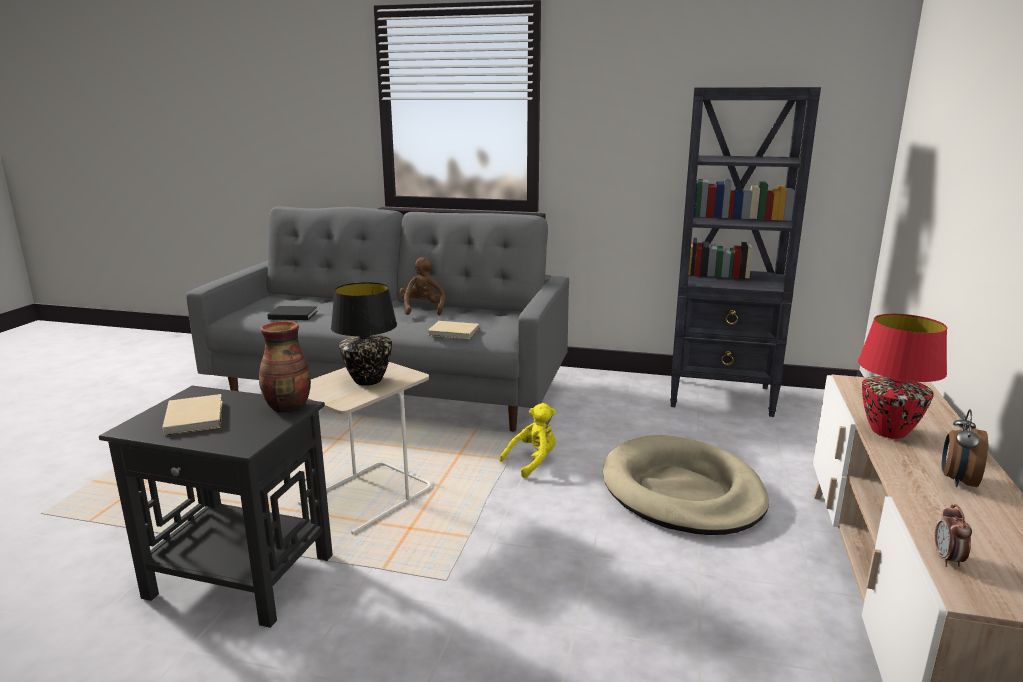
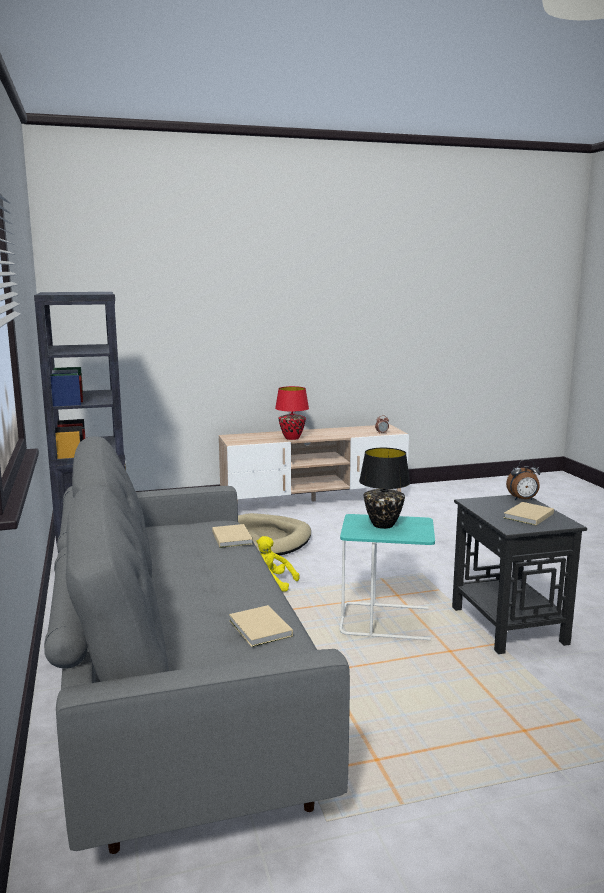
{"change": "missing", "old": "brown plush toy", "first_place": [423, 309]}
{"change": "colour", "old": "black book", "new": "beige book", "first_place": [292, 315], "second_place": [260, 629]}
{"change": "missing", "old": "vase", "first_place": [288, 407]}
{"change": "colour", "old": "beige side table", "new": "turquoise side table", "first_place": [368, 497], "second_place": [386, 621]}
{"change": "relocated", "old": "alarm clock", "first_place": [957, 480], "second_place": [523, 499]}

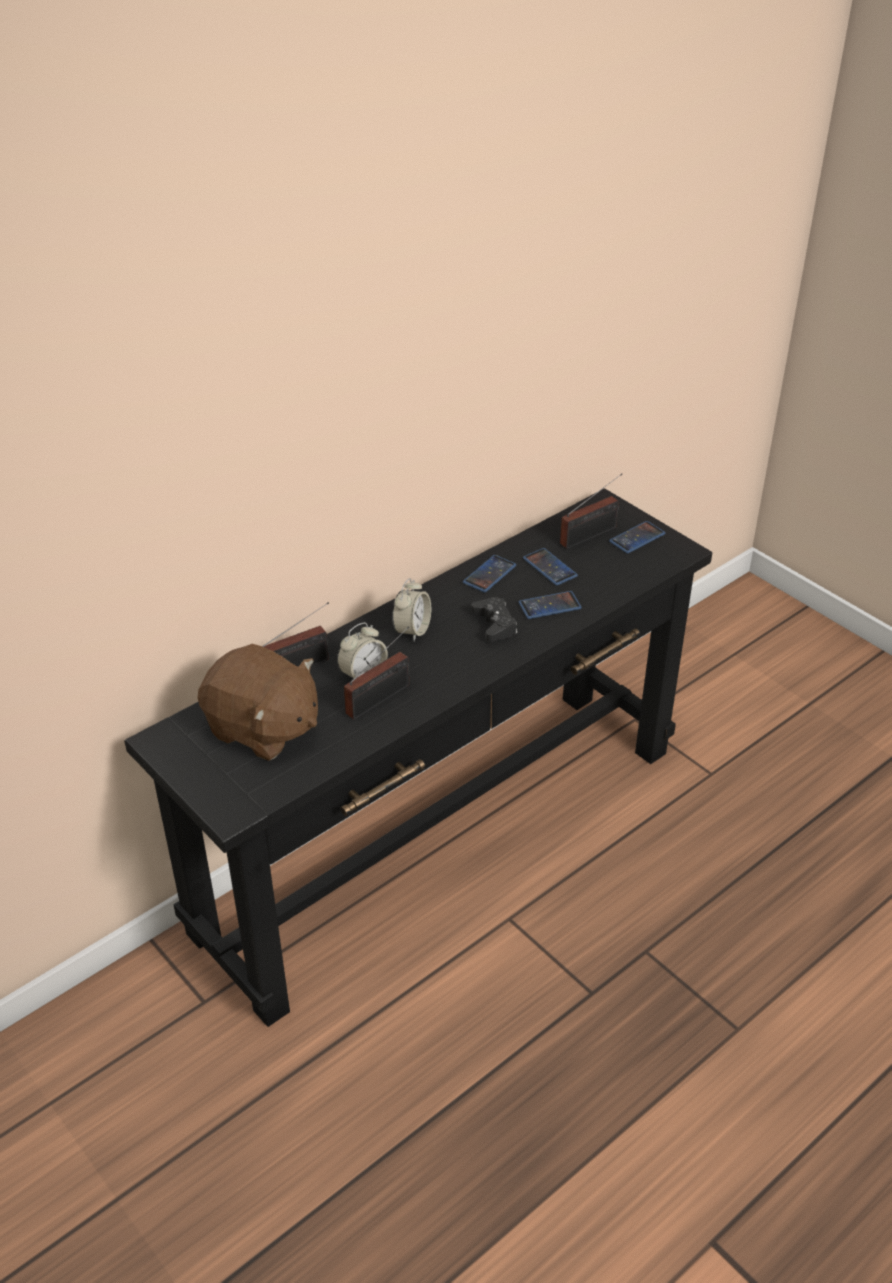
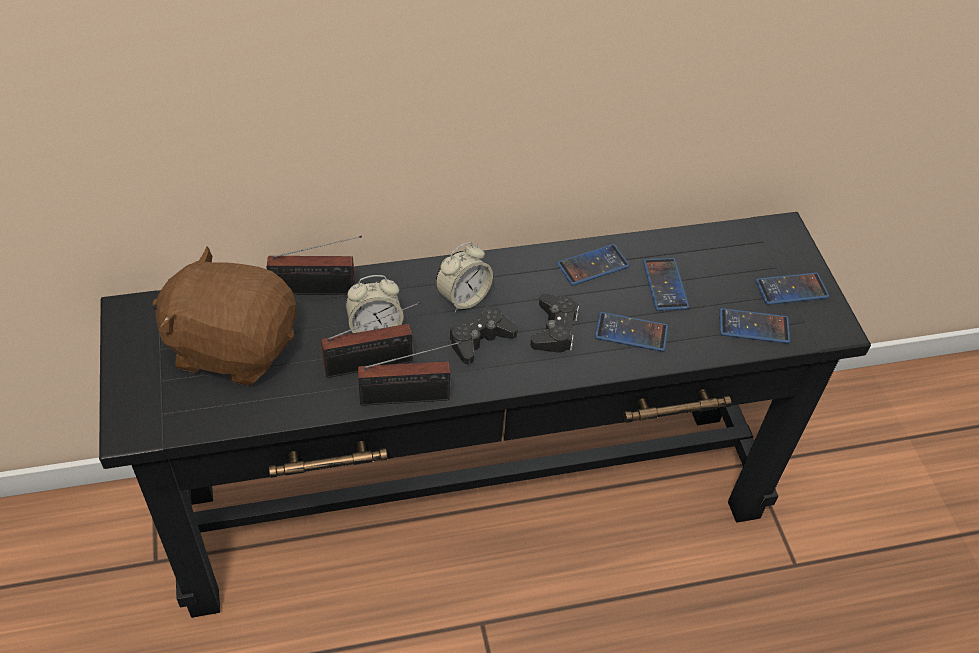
{"change": "relocated", "old": "radio", "first_place": [591, 534], "second_place": [410, 397]}
{"change": "spun", "old": "brown plush toy", "first_place": [263, 729], "second_place": [232, 346], "degrees": 135}
{"change": "appeared", "new": "black game controller", "second_place": [480, 339]}
{"change": "appeared", "new": "phone", "second_place": [754, 326]}

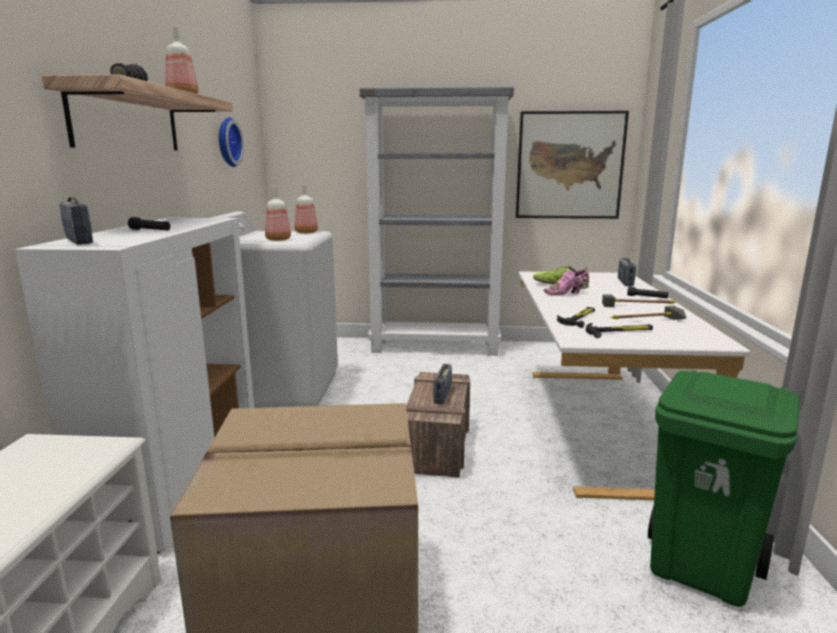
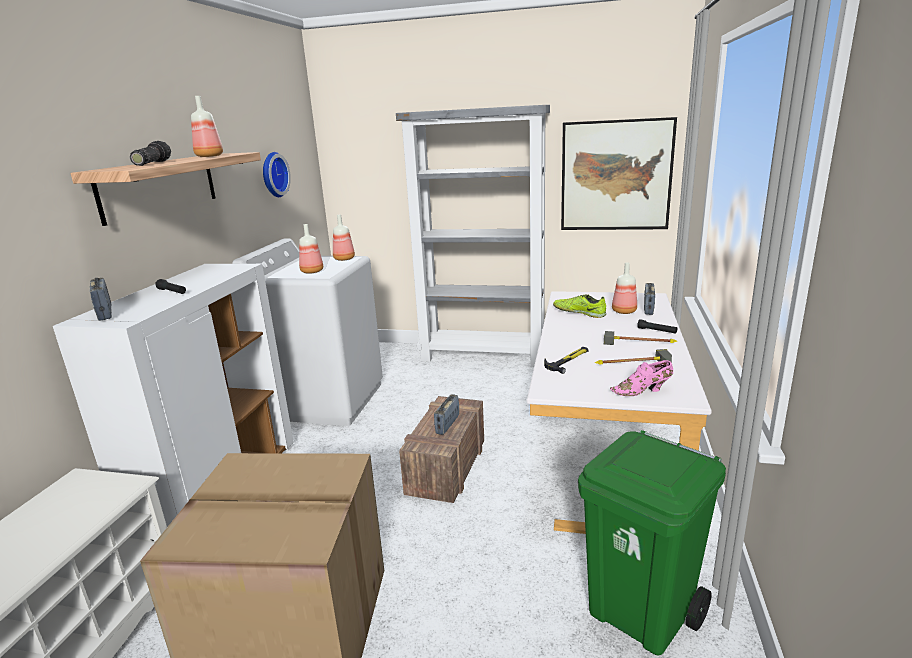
{"change": "relocated", "old": "pink shoe", "first_place": [567, 294], "second_place": [643, 391]}
{"change": "missing", "old": "hammer", "first_place": [619, 331]}
{"change": "appeared", "new": "bottle", "second_place": [623, 311]}

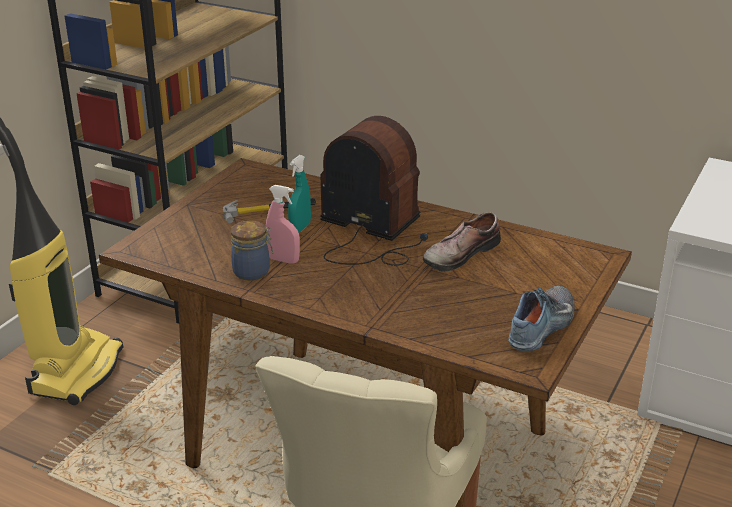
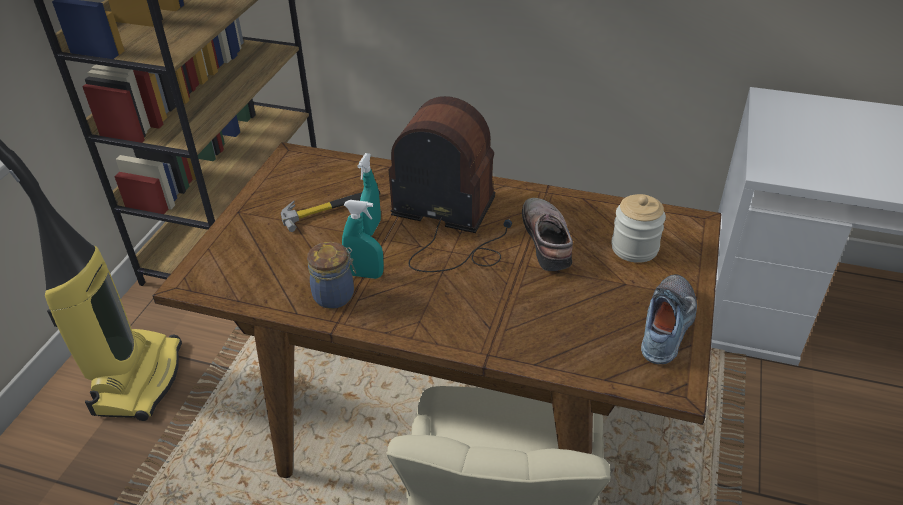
{"change": "colour", "old": "pink spray bottle", "new": "turquoise spray bottle", "first_place": [283, 260], "second_place": [365, 274]}
{"change": "spun", "old": "shoe", "first_place": [459, 253], "second_place": [549, 240], "degrees": 135}
{"change": "appeared", "new": "jar", "second_place": [634, 248]}

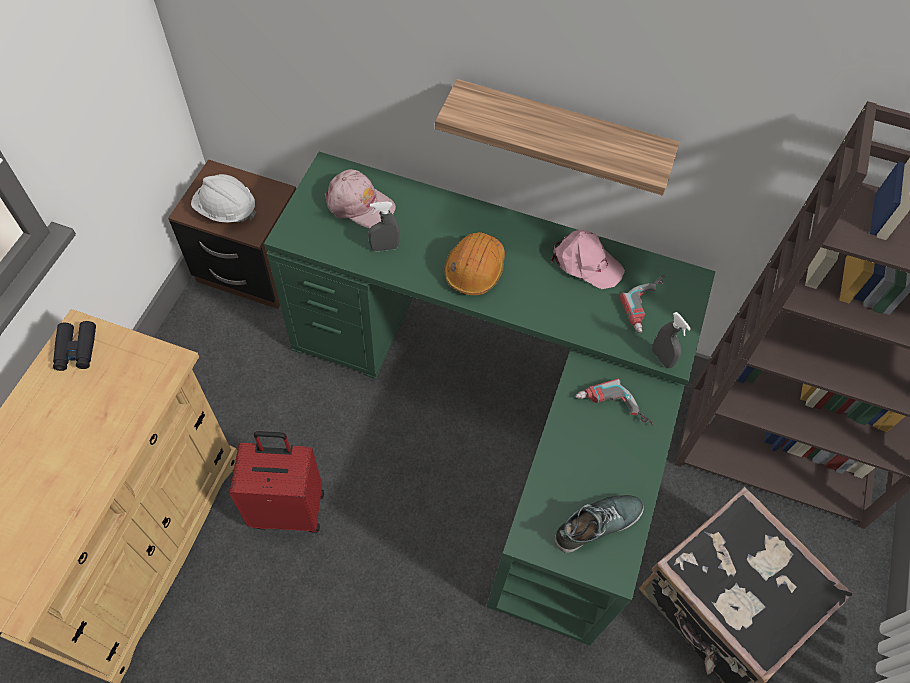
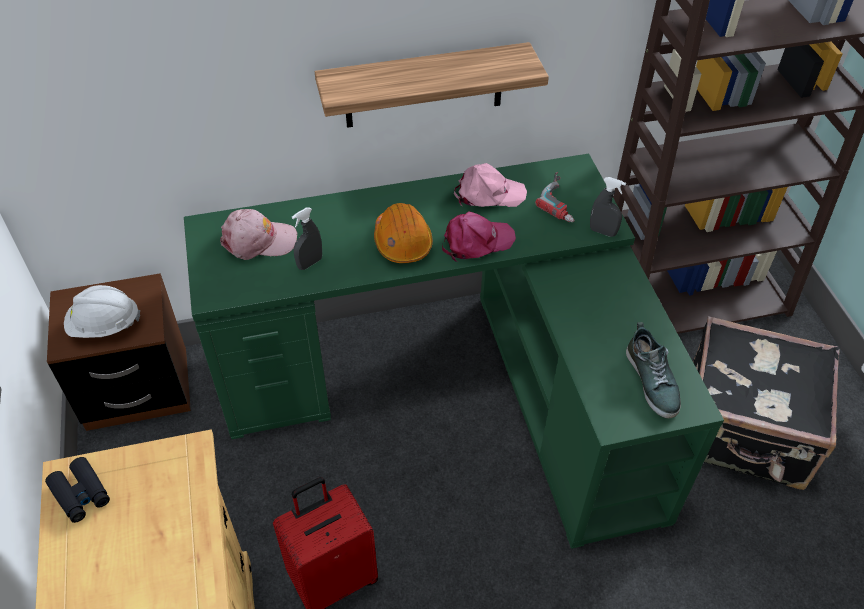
{"change": "missing", "old": "power drill", "first_place": [612, 411]}
{"change": "spun", "old": "shoe", "first_place": [597, 523], "second_place": [652, 380], "degrees": 135}
{"change": "appeared", "new": "pink cap", "second_place": [476, 242]}

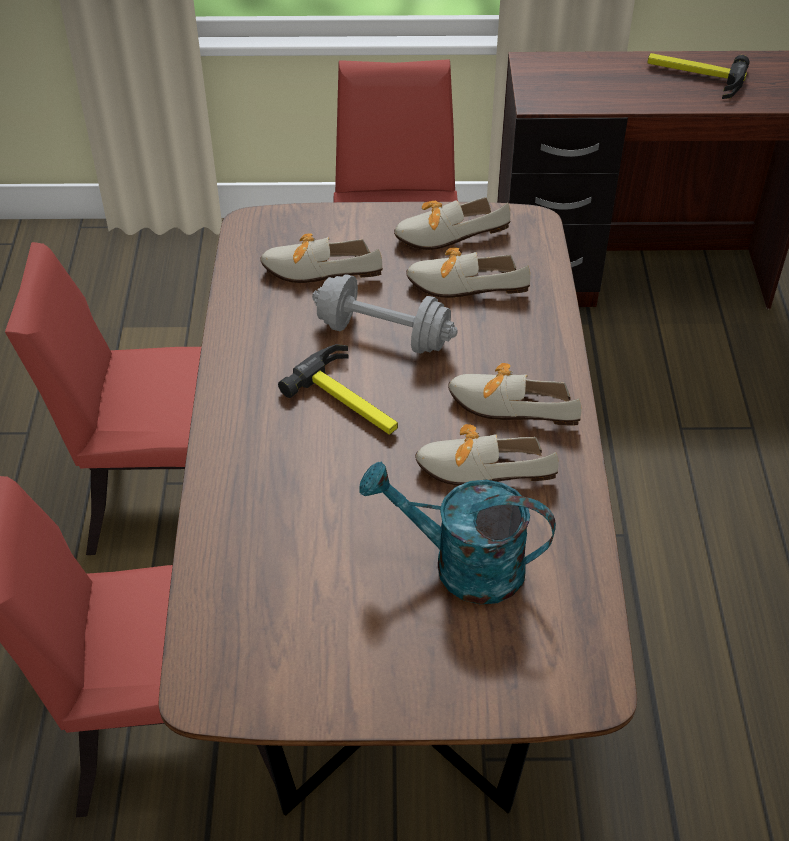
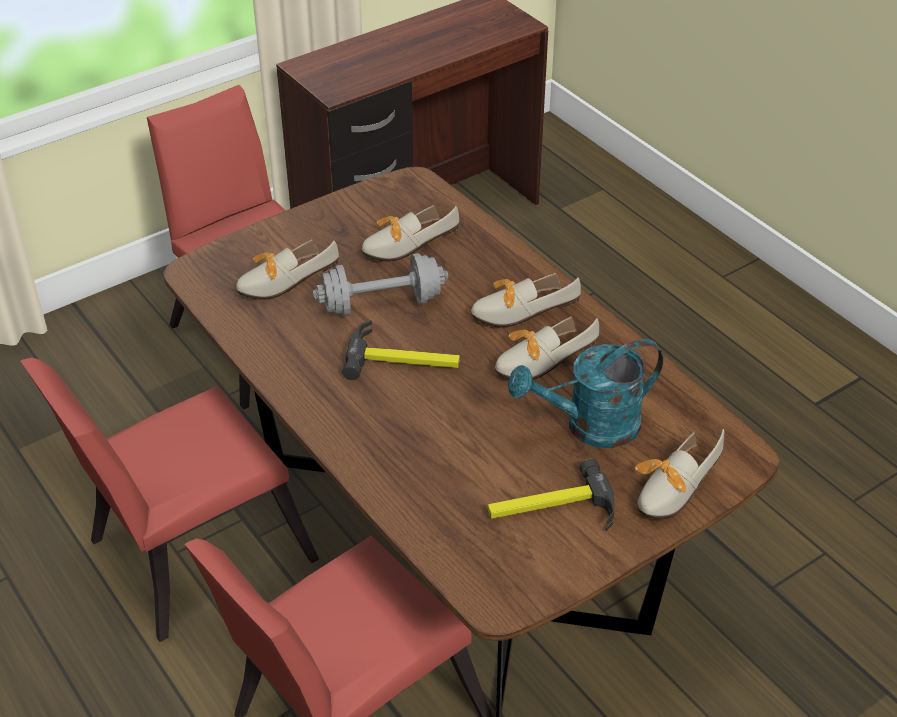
{"change": "relocated", "old": "hammer", "first_place": [694, 76], "second_place": [551, 510]}
{"change": "relocated", "old": "shoe", "first_place": [443, 234], "second_place": [672, 489]}

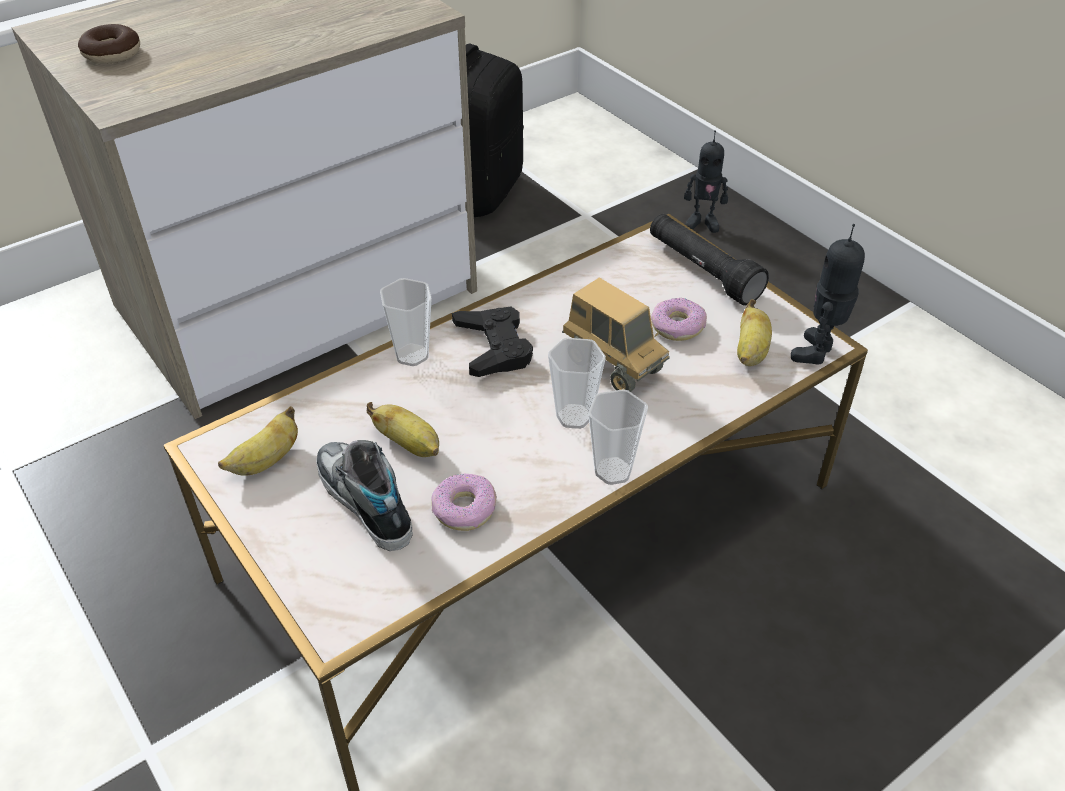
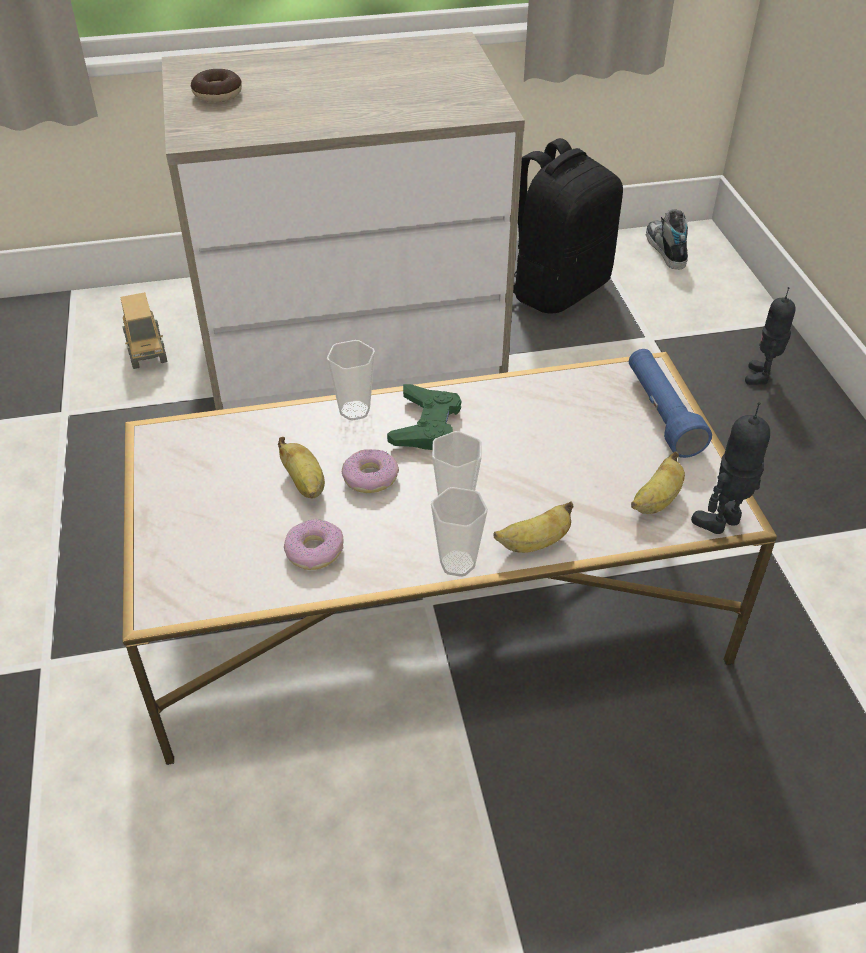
{"change": "spun", "old": "toy robot", "first_place": [702, 223], "second_place": [761, 376], "degrees": 75}
{"change": "colour", "old": "black flashlight", "new": "blue flashlight", "first_place": [702, 271], "second_place": [661, 413]}
{"change": "relocated", "old": "toy truck", "first_place": [613, 365], "second_place": [147, 352]}
{"change": "relocated", "old": "donut", "first_place": [677, 326], "second_place": [370, 477]}
{"change": "colour", "old": "black game controller", "new": "green game controller", "first_place": [493, 347], "second_place": [426, 425]}
{"change": "relocated", "old": "banana", "first_place": [266, 461], "second_place": [534, 544]}
{"change": "relocated", "old": "shoe", "first_place": [364, 501], "second_place": [665, 249]}

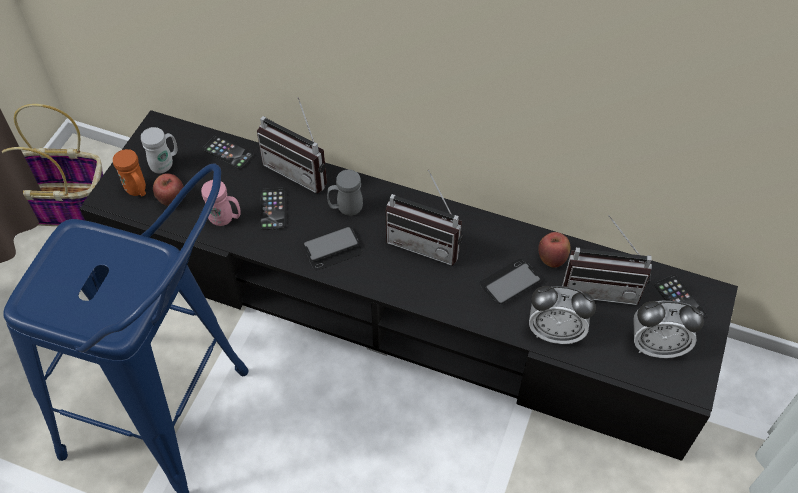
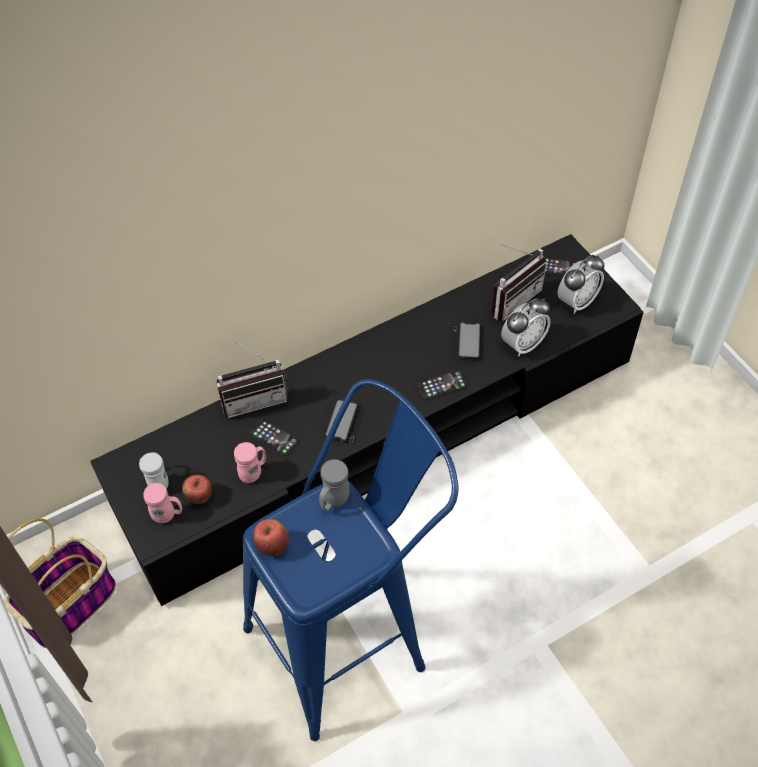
{"change": "relocated", "old": "phone", "first_place": [228, 152], "second_place": [442, 385]}
{"change": "colour", "old": "orange mug", "new": "pink mug", "first_place": [138, 191], "second_place": [168, 515]}
{"change": "relocated", "old": "grey mug", "first_place": [345, 209], "second_place": [334, 501]}
{"change": "missing", "old": "radio", "first_place": [426, 242]}
{"change": "relocated", "old": "apple", "first_place": [552, 259], "second_place": [272, 546]}

